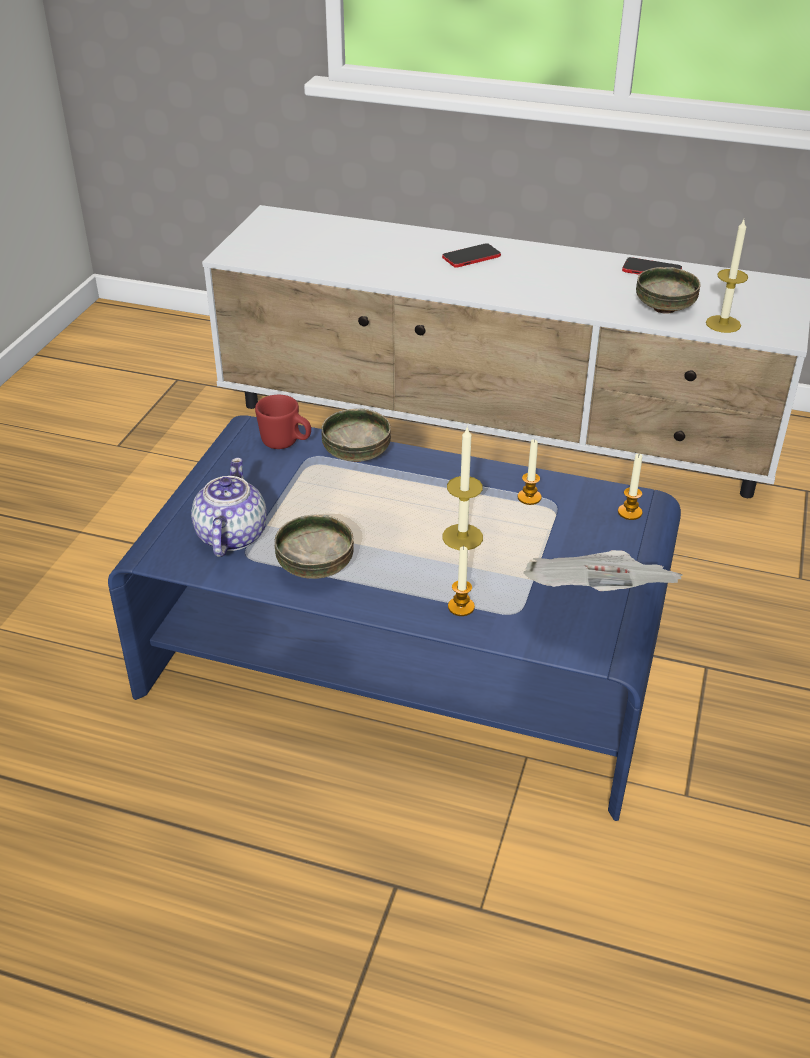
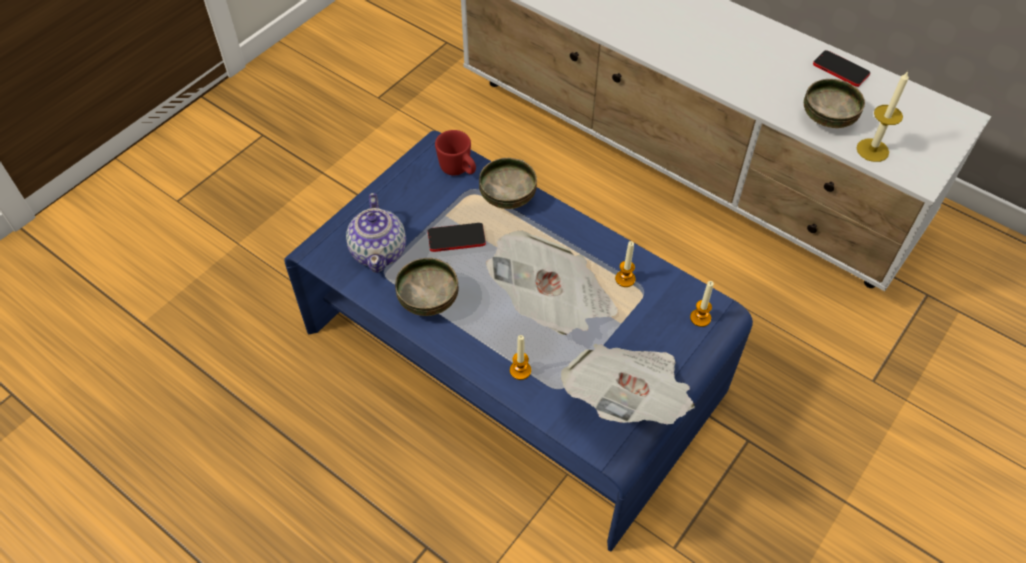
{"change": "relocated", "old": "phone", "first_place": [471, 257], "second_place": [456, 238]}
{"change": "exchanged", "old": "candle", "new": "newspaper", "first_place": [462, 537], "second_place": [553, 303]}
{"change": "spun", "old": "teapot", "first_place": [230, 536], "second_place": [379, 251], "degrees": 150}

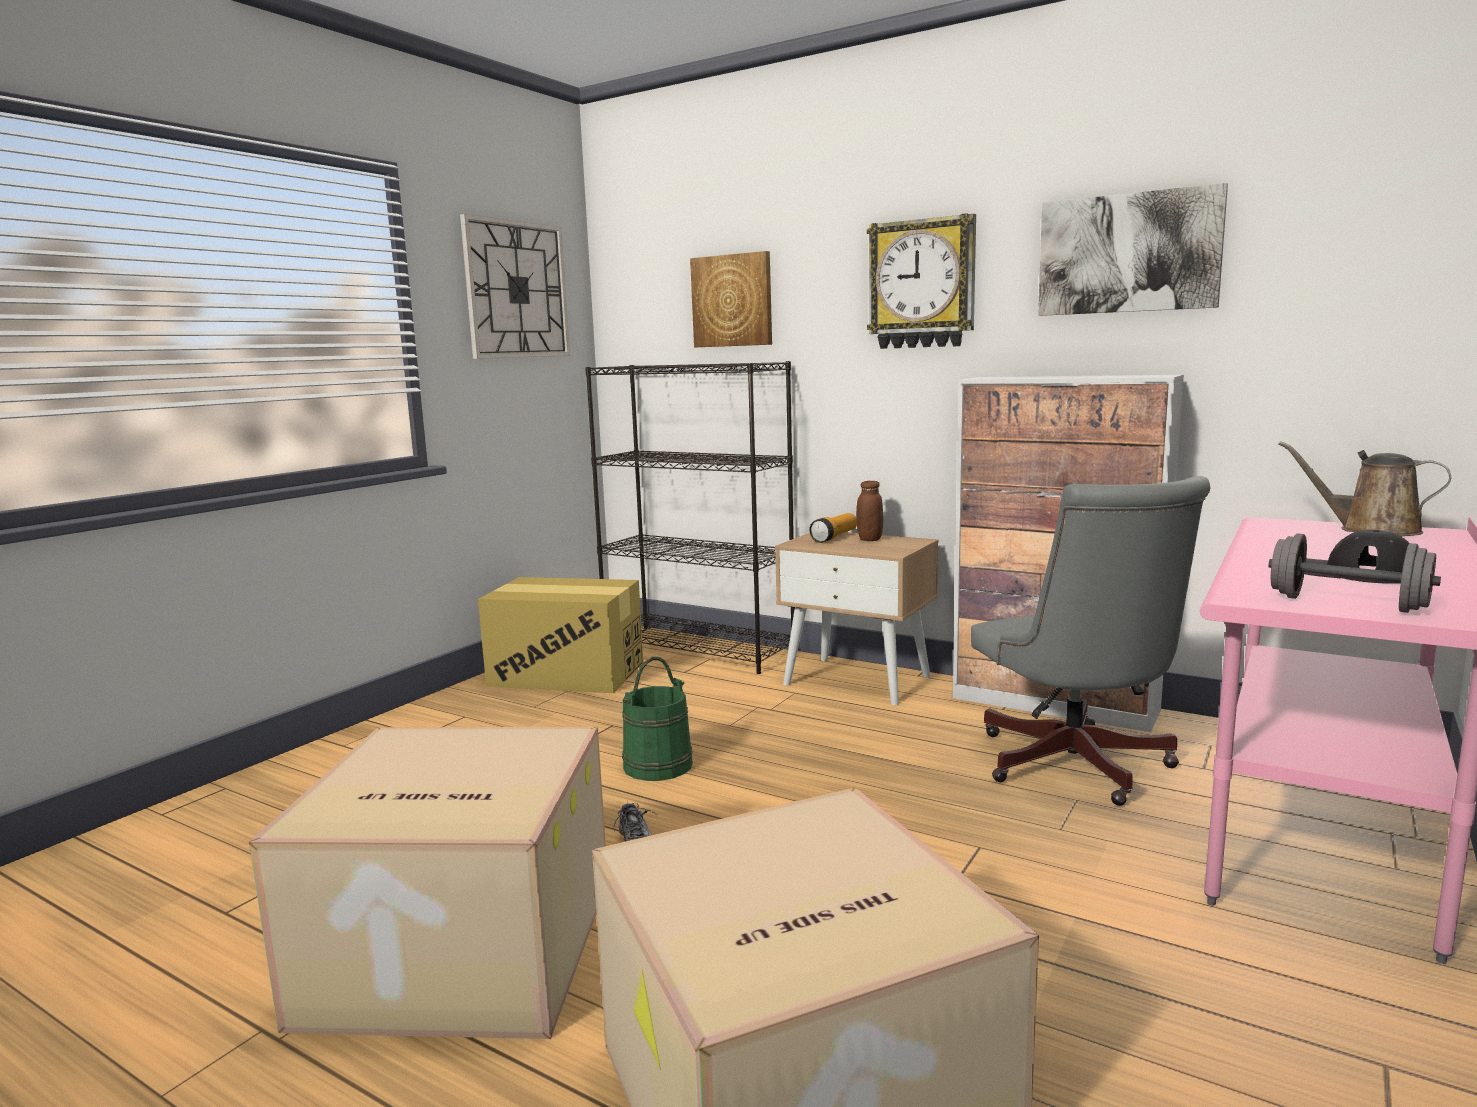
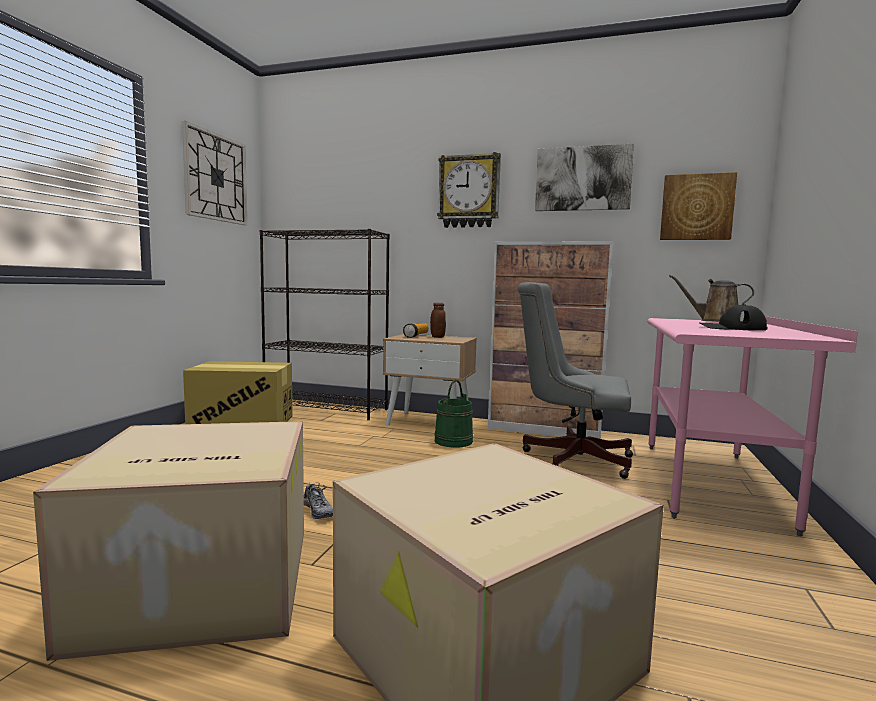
{"change": "relocated", "old": "picture", "first_place": [732, 301], "second_place": [696, 207]}
{"change": "spun", "old": "grey office chair", "first_place": [1077, 768], "second_place": [570, 458], "degrees": 135}
{"change": "missing", "old": "grey dumbbell", "first_place": [1347, 604]}
{"change": "relocated", "old": "green bucket", "first_place": [657, 765], "second_place": [453, 441]}

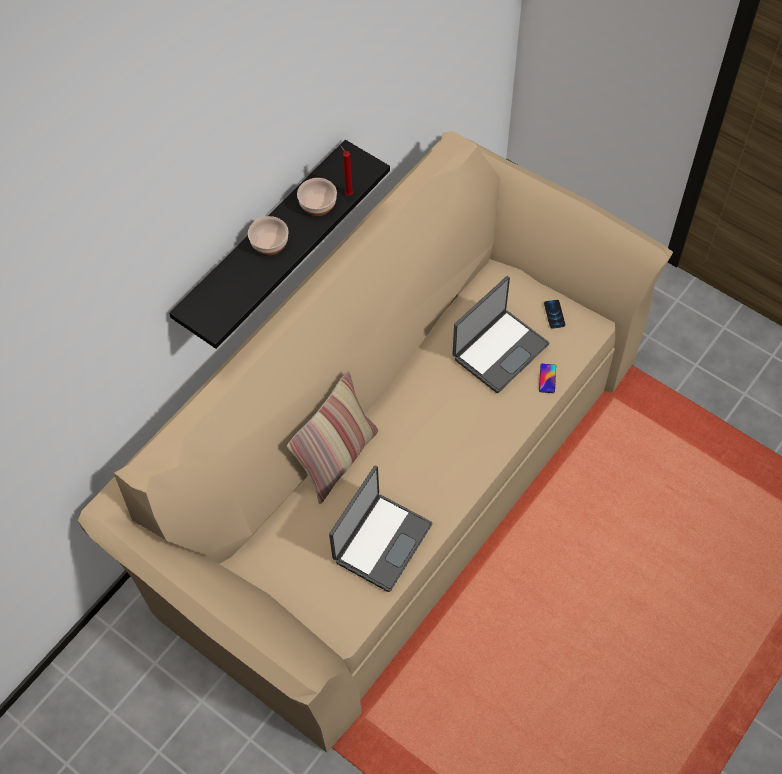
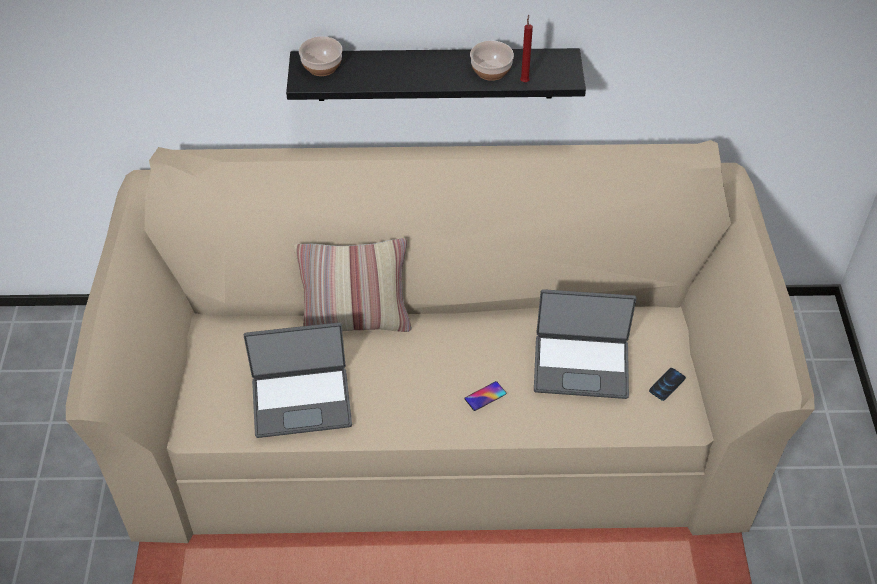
{"change": "relocated", "old": "bowl", "first_place": [269, 243], "second_place": [322, 66]}
{"change": "relocated", "old": "phone", "first_place": [547, 378], "second_place": [485, 396]}

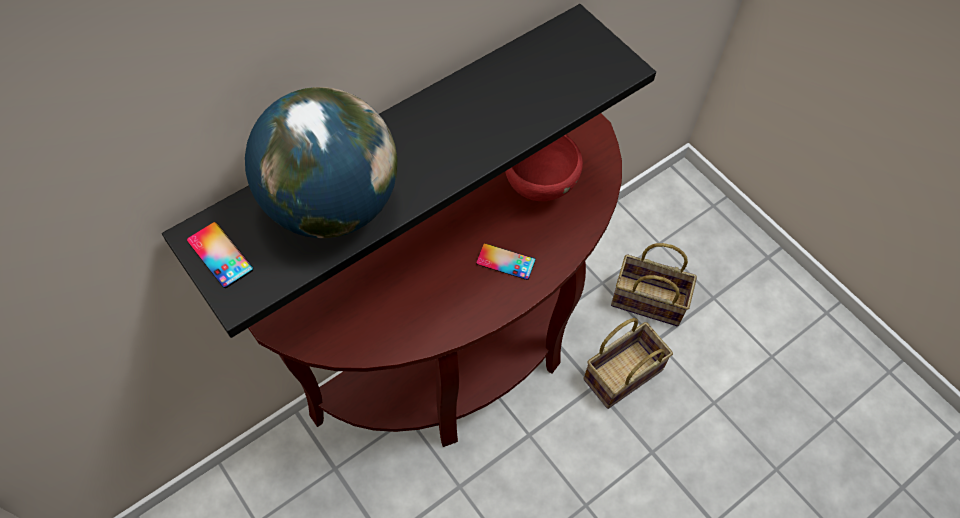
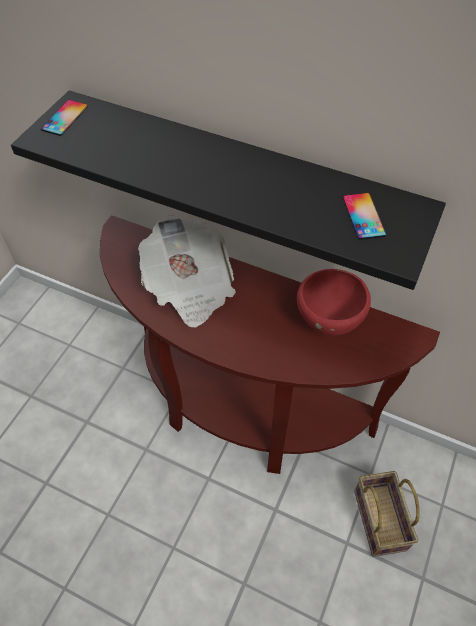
{"change": "missing", "old": "globe", "first_place": [331, 206]}
{"change": "relocated", "old": "phone", "first_place": [505, 261], "second_place": [364, 216]}
{"change": "missing", "old": "basket", "first_place": [623, 372]}
{"change": "appeared", "new": "newspaper", "second_place": [189, 287]}

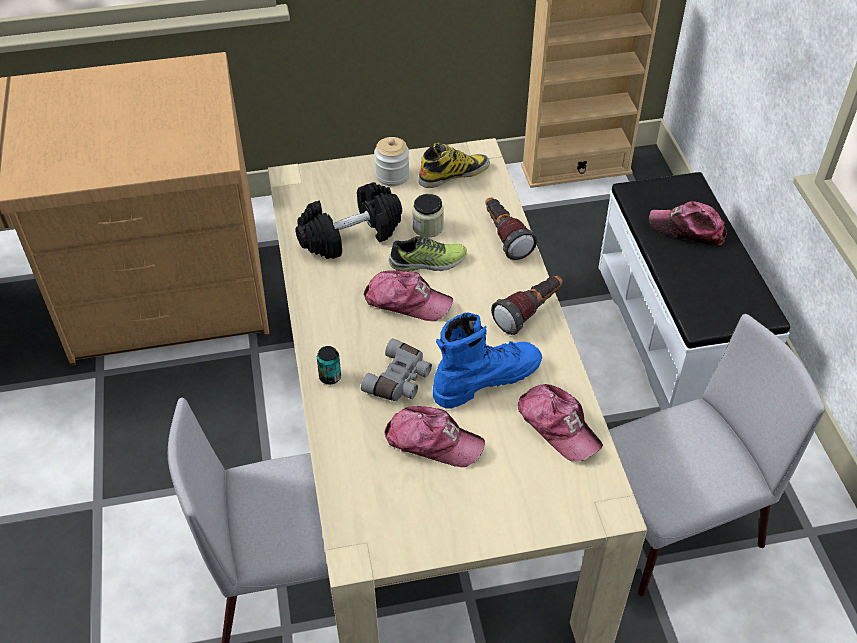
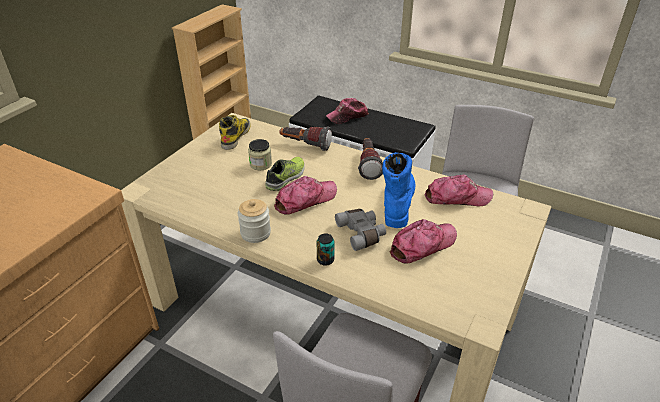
{"change": "relocated", "old": "jar", "first_place": [392, 176], "second_place": [255, 233]}
{"change": "missing", "old": "black dumbbell", "first_place": [350, 236]}

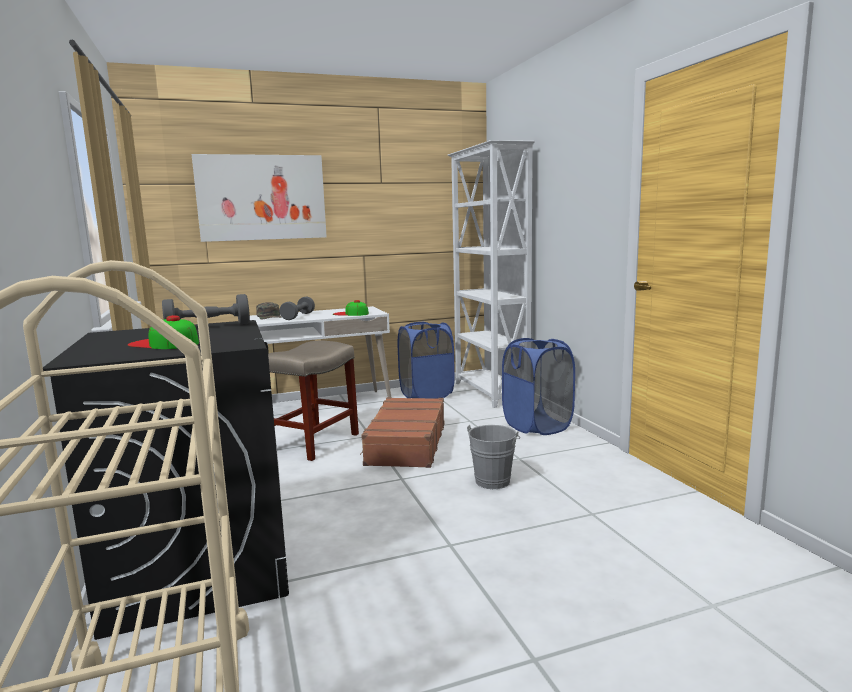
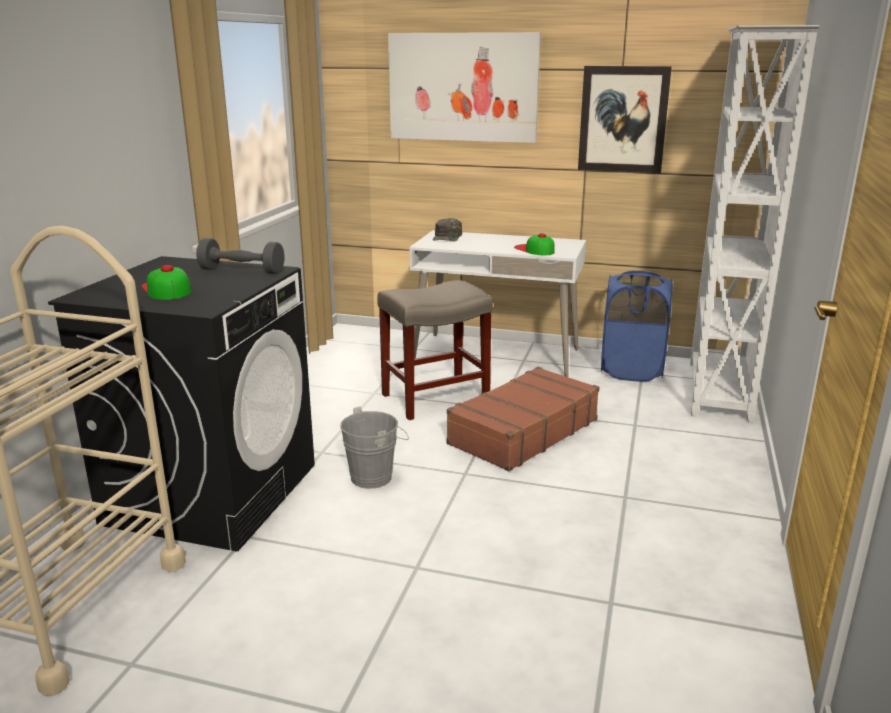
{"change": "missing", "old": "grey dumbbell", "first_place": [298, 316]}
{"change": "missing", "old": "blue laundry basket", "first_place": [537, 426]}
{"change": "relocated", "old": "grey bucket", "first_place": [494, 480], "second_place": [376, 476]}
{"change": "appeared", "new": "picture", "second_place": [623, 119]}

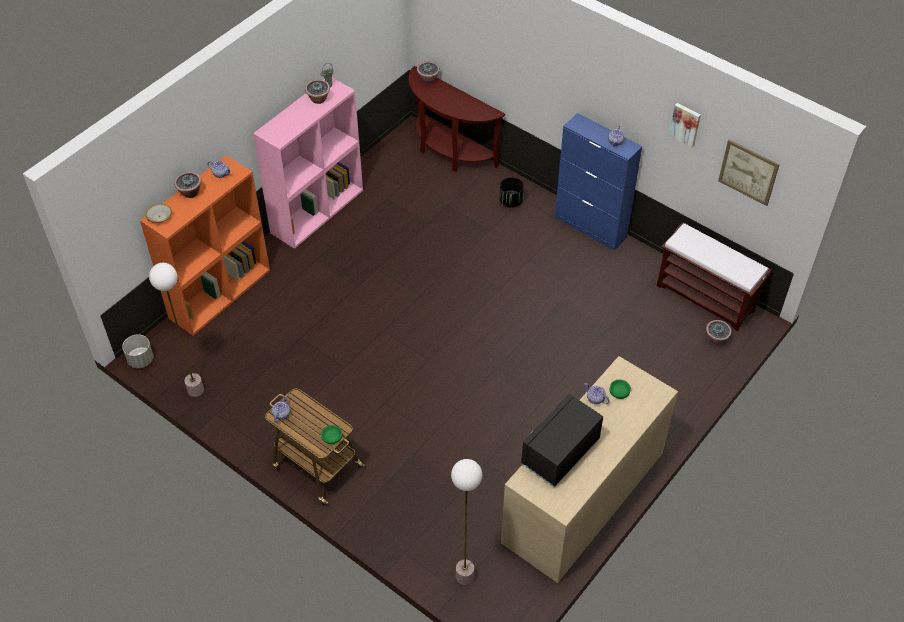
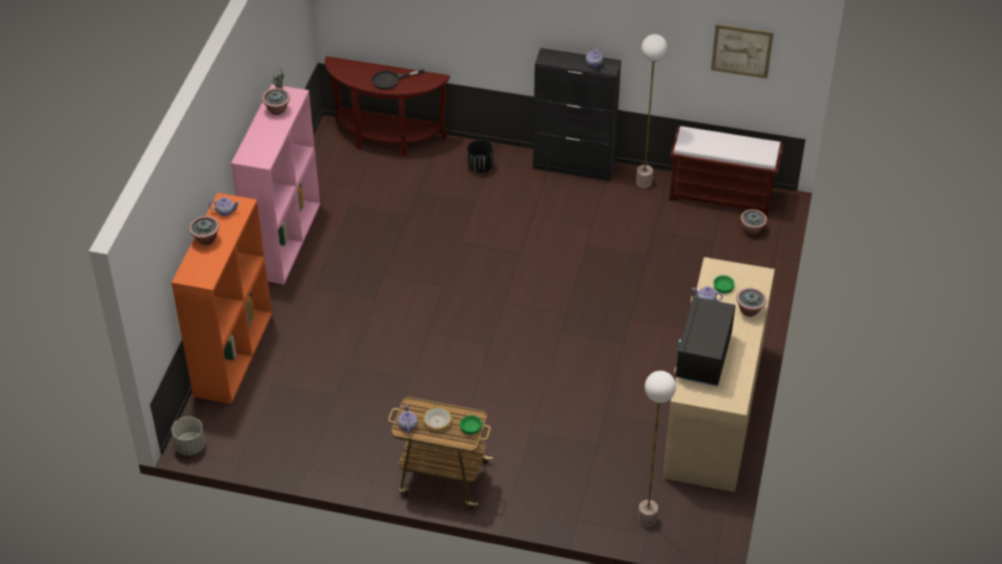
{"change": "relocated", "old": "potted plant", "first_place": [428, 79], "second_place": [749, 310]}
{"change": "missing", "old": "picture", "first_place": [685, 124]}
{"change": "colour", "old": "blue cabinet", "new": "black cabinet", "first_place": [590, 227], "second_place": [574, 166]}
{"change": "relocated", "old": "bowl", "first_place": [159, 216], "second_place": [437, 421]}
{"change": "relocated", "old": "floor lamp", "first_place": [195, 390], "second_place": [643, 182]}
{"change": "appeared", "new": "black frying pan", "second_place": [391, 80]}

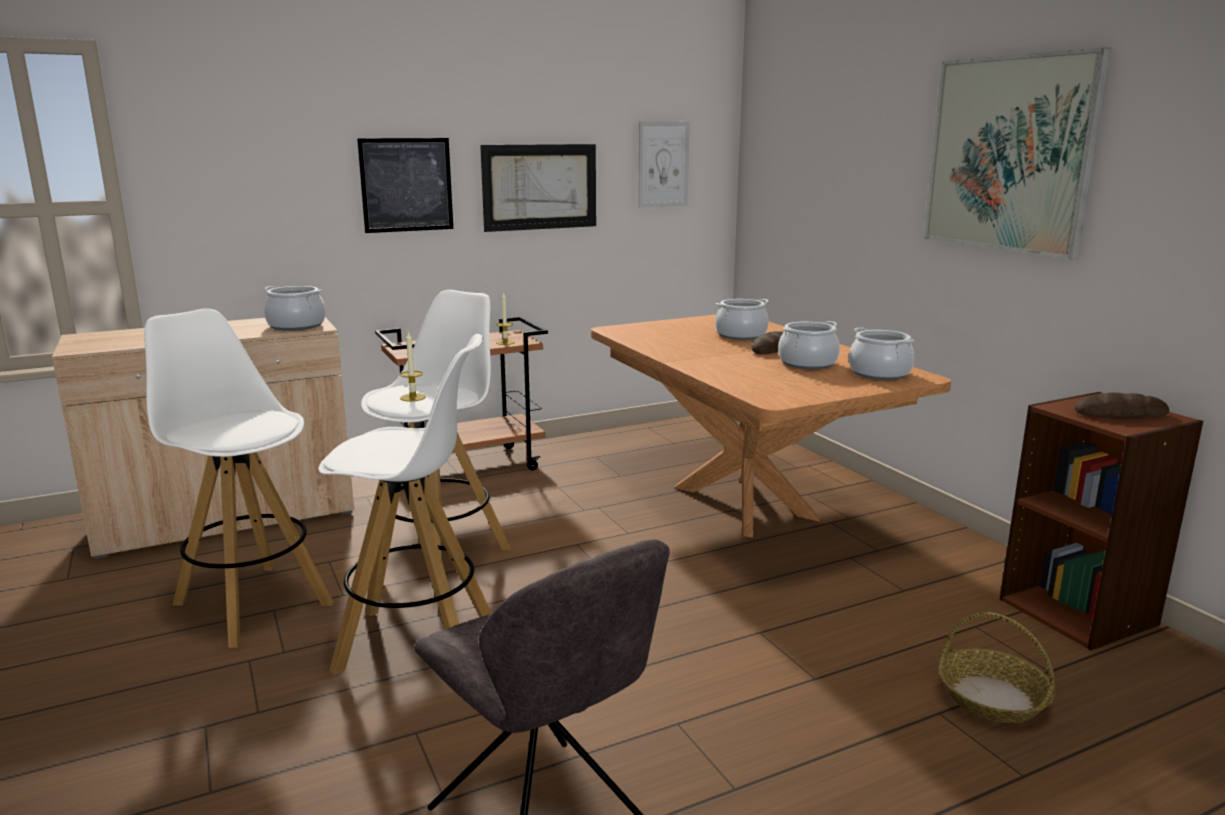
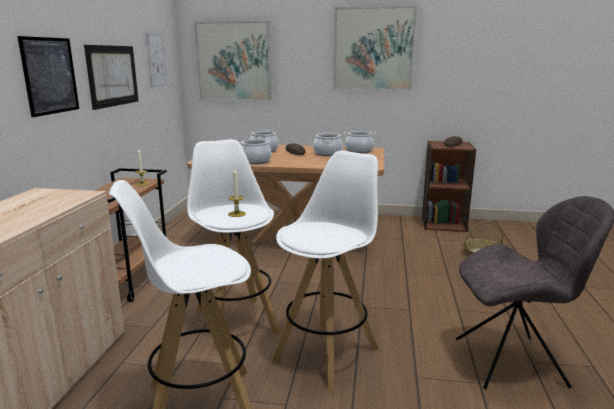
{"change": "relocated", "old": "cooking pot", "first_place": [296, 325], "second_place": [255, 161]}
{"change": "appeared", "new": "picture", "second_place": [233, 61]}

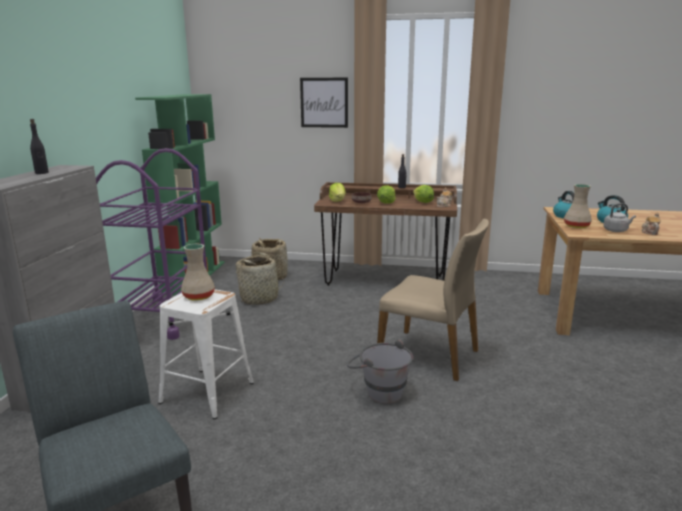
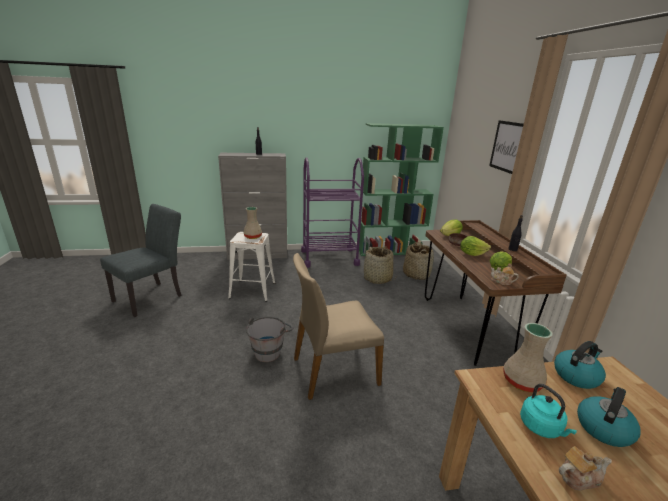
{"change": "colour", "old": "grey kettle", "new": "turquoise kettle", "first_place": [616, 230], "second_place": [542, 428]}
{"change": "spun", "old": "beige chair", "first_place": [429, 355], "second_place": [334, 370], "degrees": 60}

